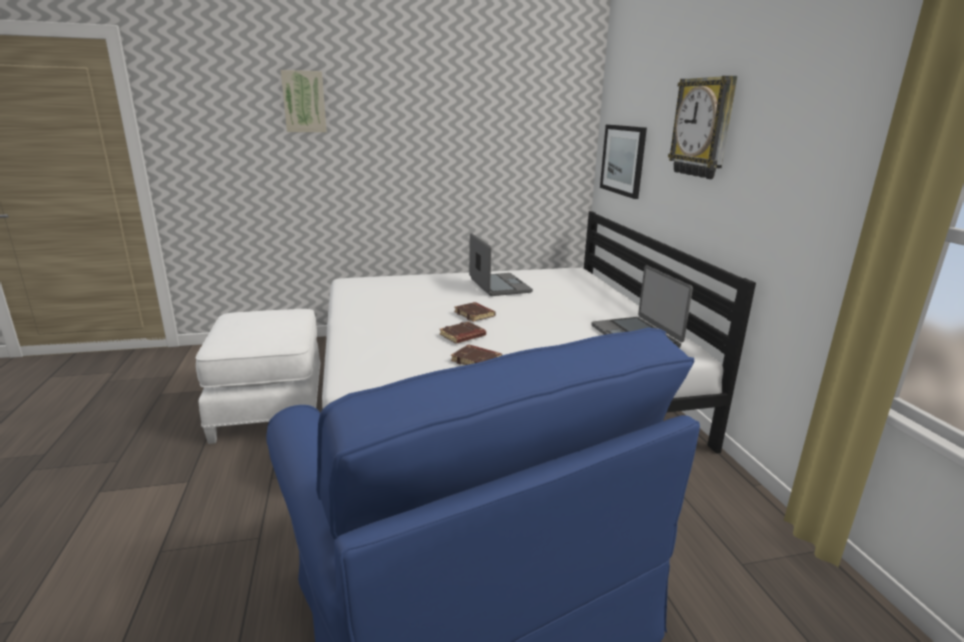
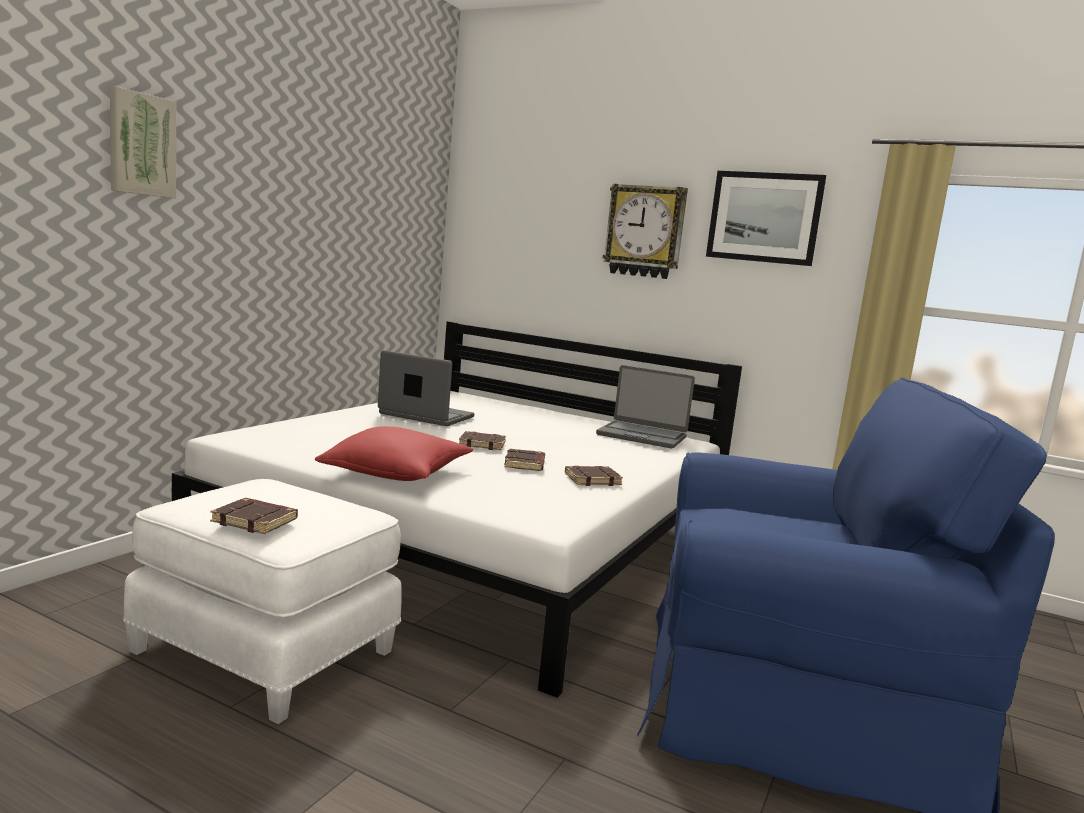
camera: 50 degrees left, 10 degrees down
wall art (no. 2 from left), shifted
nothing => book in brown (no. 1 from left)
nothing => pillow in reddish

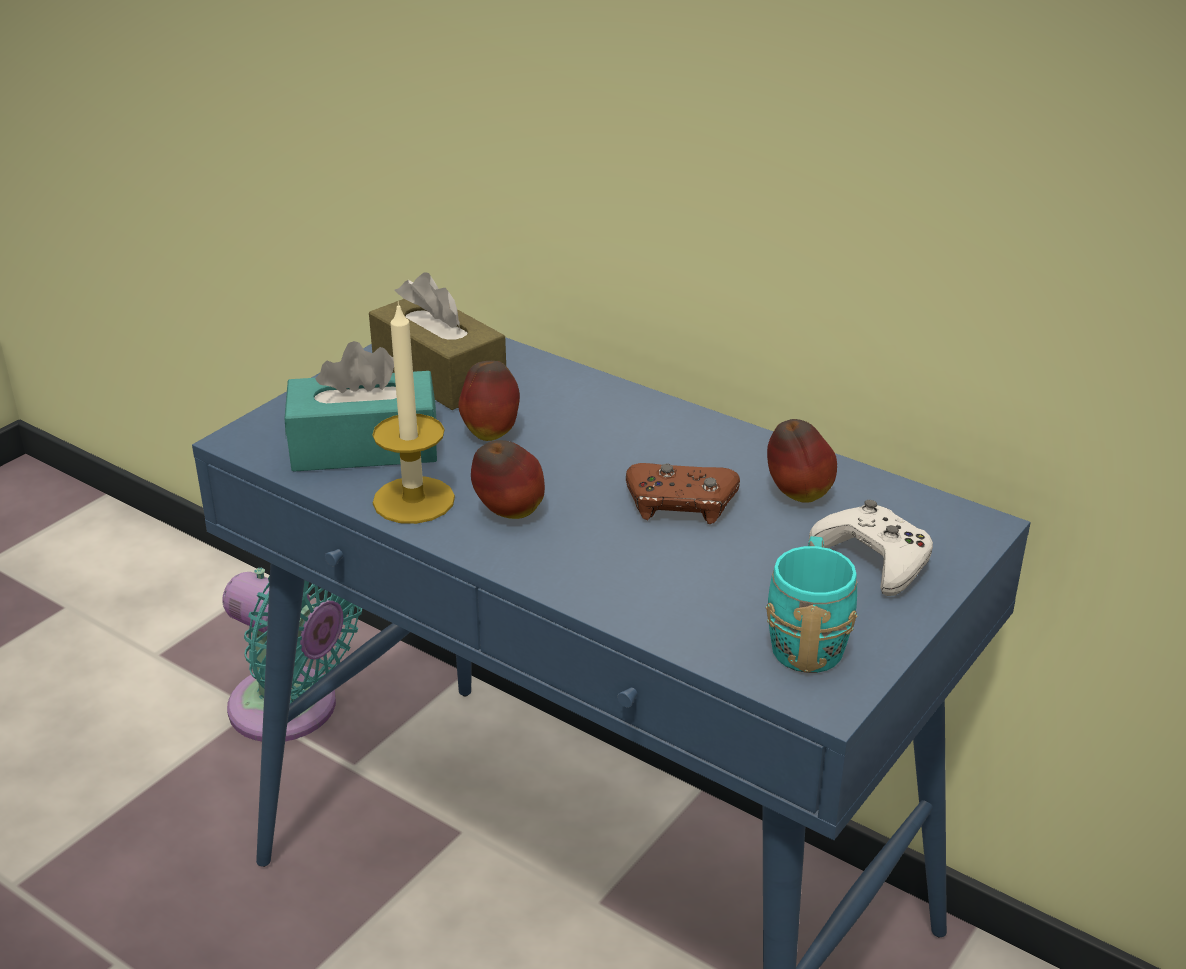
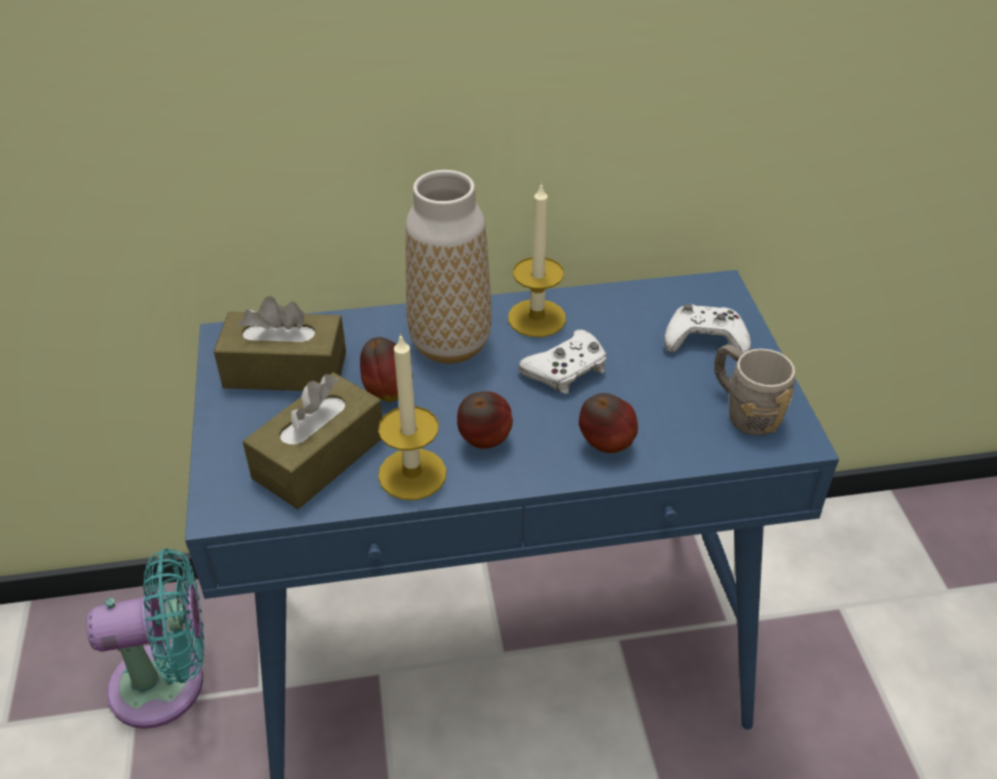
camera: 45 degrees left, 10 degrees up
tissue holder in turquoise-coloured => tissue holder in brown (no. 2 from left)
joypad in brown => joypad in white (no. 1 from left)
coffee mug in turquoise-coloured => coffee mug in greyish
apple fruit (no. 3 from left), shifted
nothing => decorative vase
nothing => candle (no. 2 from left)

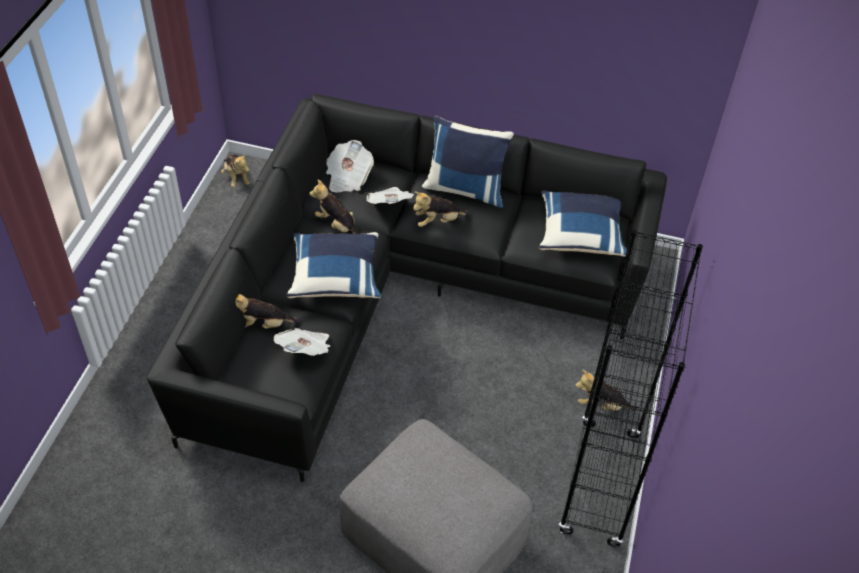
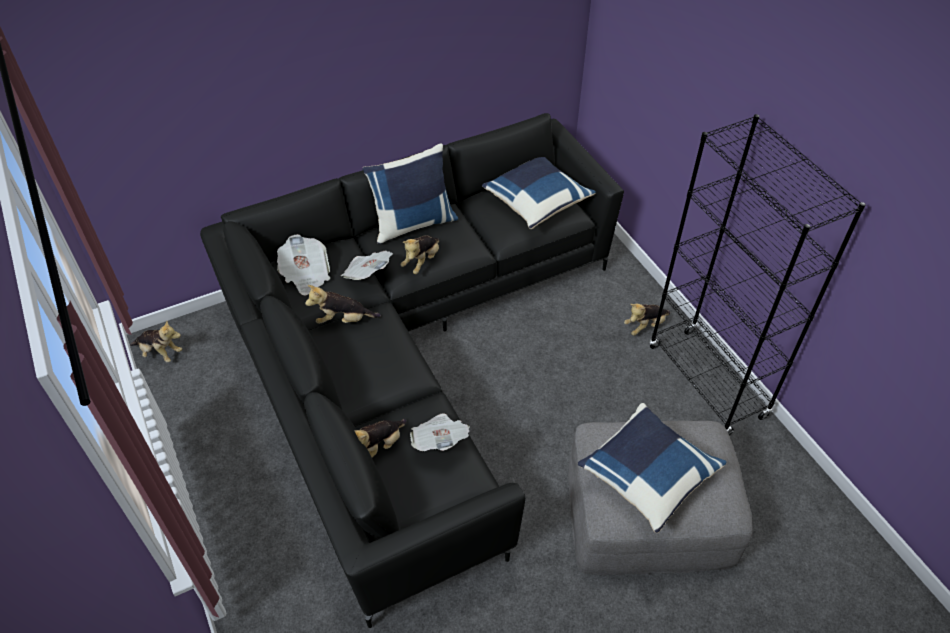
camera: 40 degrees left, 0 degrees up
pillow in blue (no. 1 from left in the first image) => pillow in blue (no. 3 from left), shifted

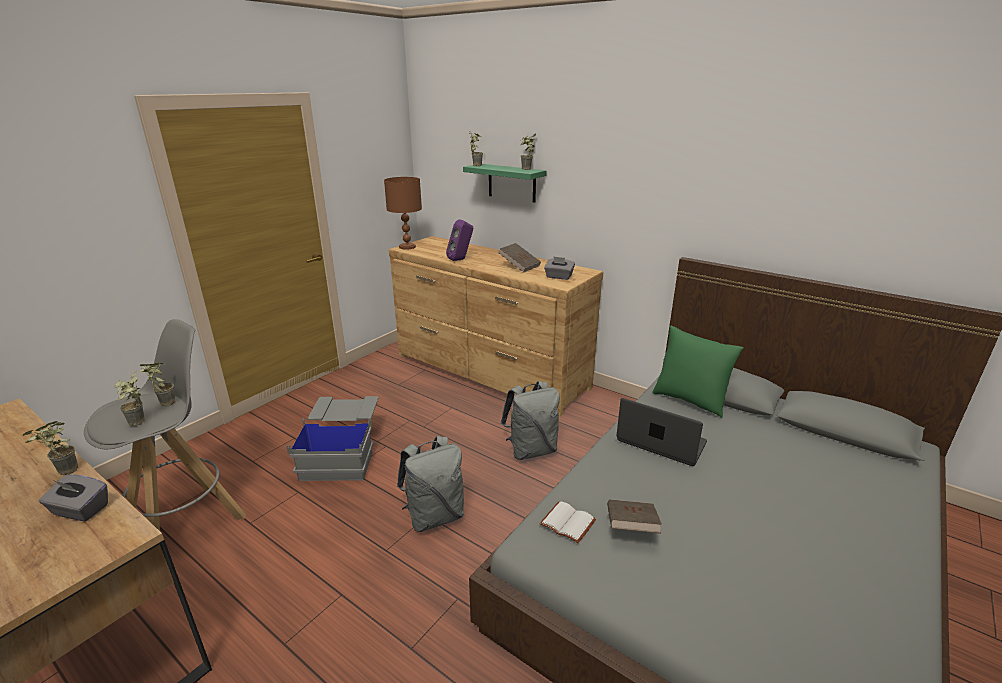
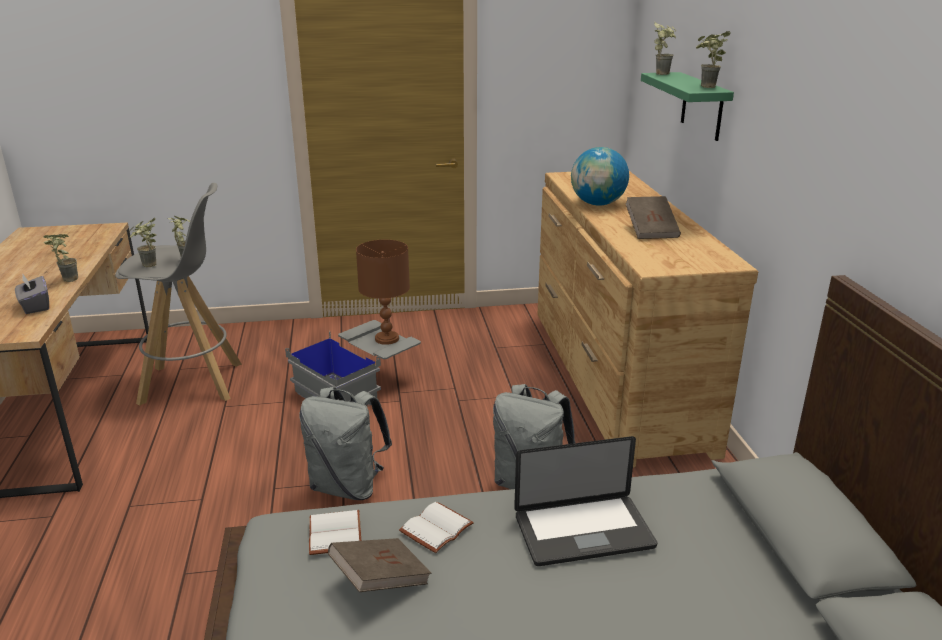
camera: 45 degrees right, 0 degrees up
table lamp in brown, shifted
loudspeaker in purplish => globe
tissue holder in greyish (no. 2 from left) => nothing
portable computer, 90 degrees clockwise
pillow in green-coloured => nothing
nothing => book in white (no. 2 from left)

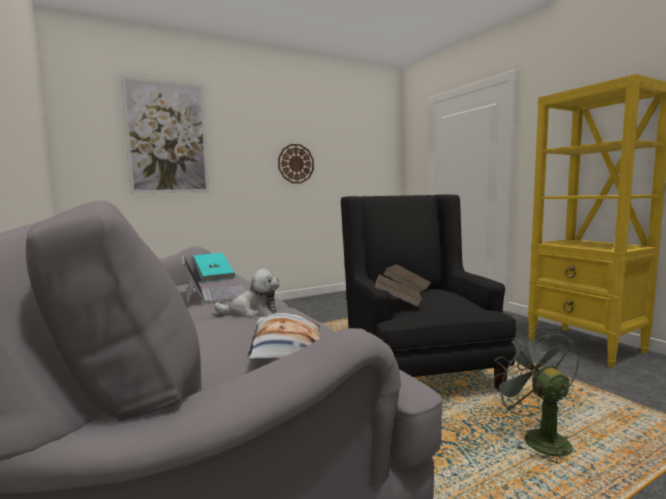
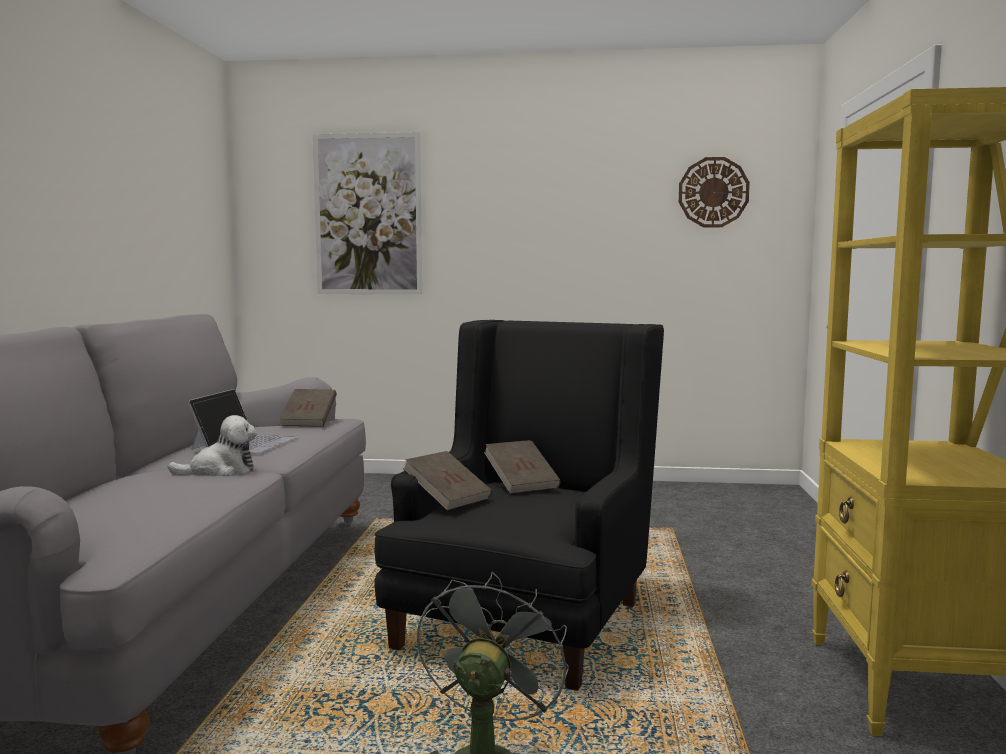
camera: 35 degrees right, 0 degrees up
book in turquoise-coloured => book in brown (no. 1 from left)
cuddly toy, 60 degrees counterclockwise
pillow => nothing
wall clock, shifted

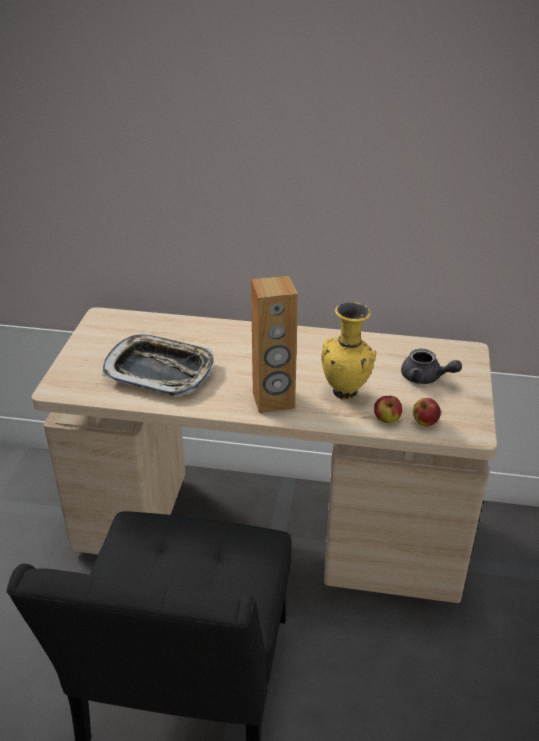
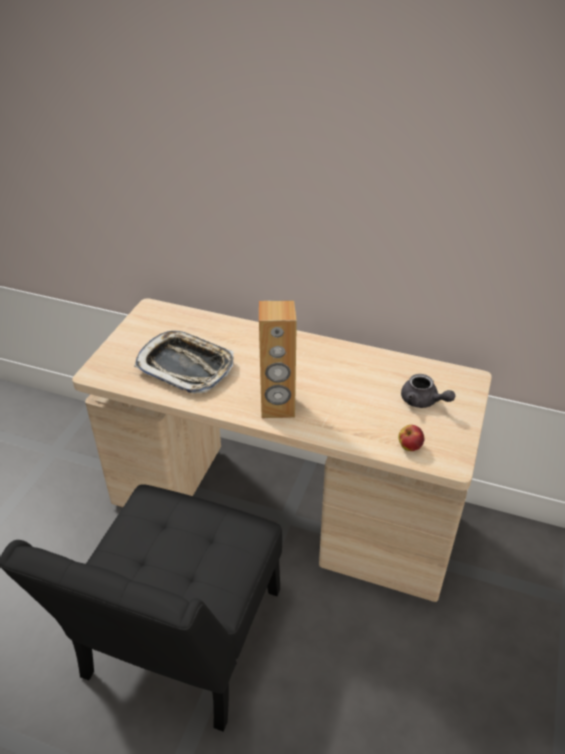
camera: 10 degrees right, 5 degrees up
decorative vase in yellow => nothing
apple fruit (no. 1 from left) => nothing

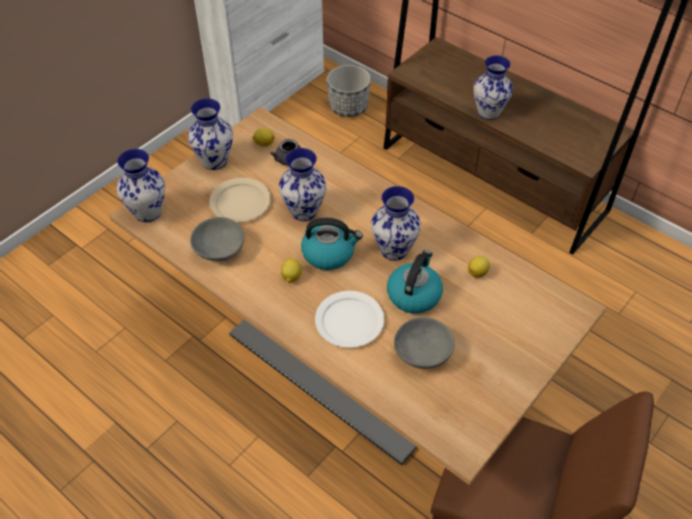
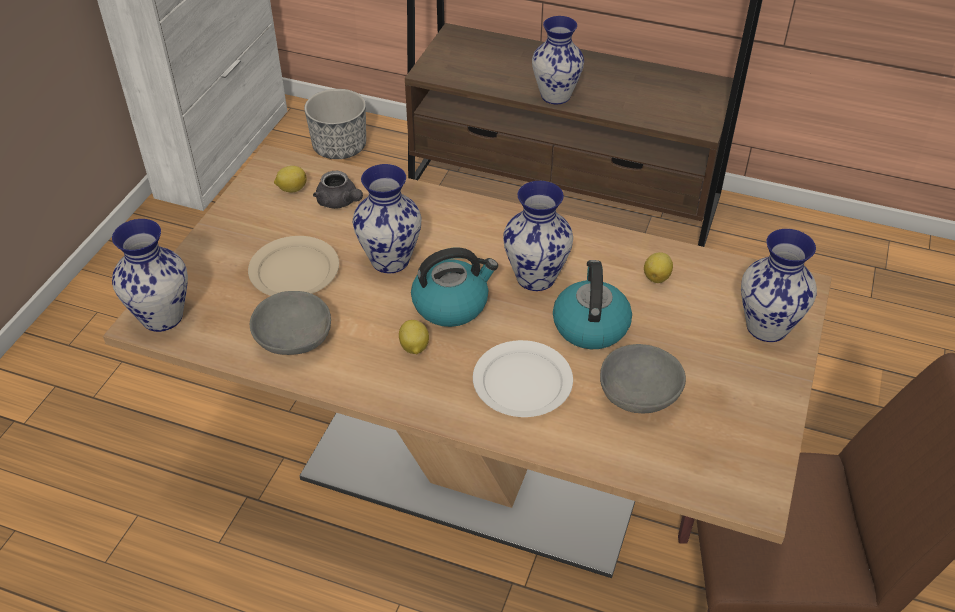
camera: 20 degrees left, 5 degrees down
decorative vase (no. 2 from left in the first image) => decorative vase (no. 5 from left), shifted

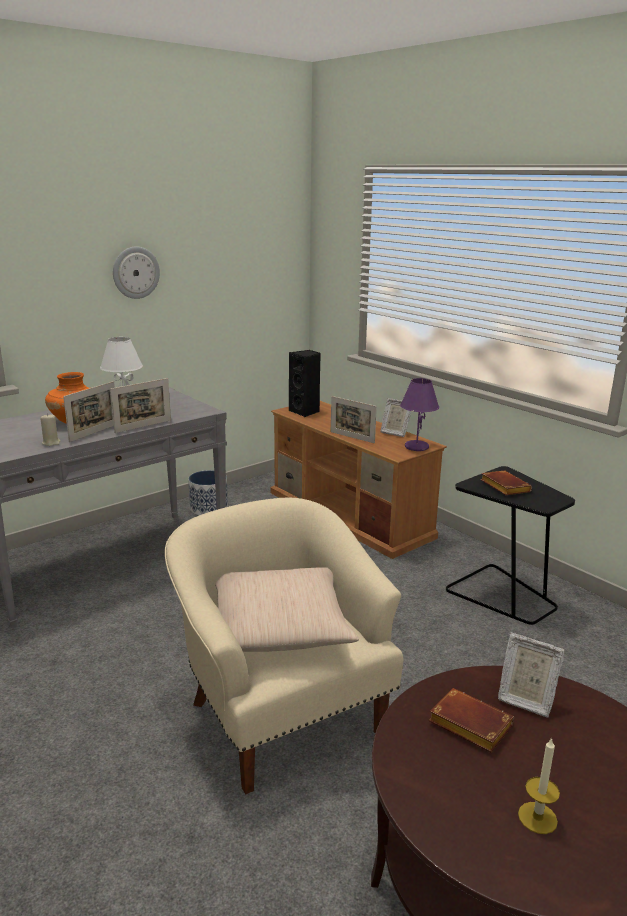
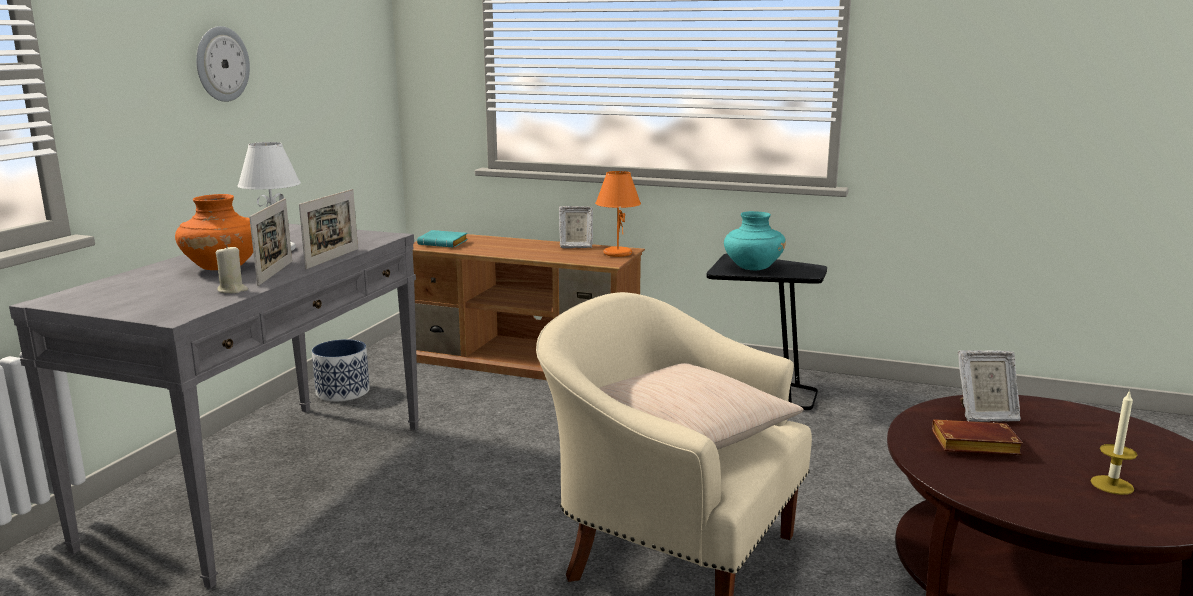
camera: 30 degrees left, 5 degrees down
loudspeaker in black-coloured => book in turquoise-coloured
photo frame (no. 3 from left) => nothing
table lamp in purplish => table lamp in orangey
book in brown (no. 2 from left) => decorative vase in turquoise-coloured

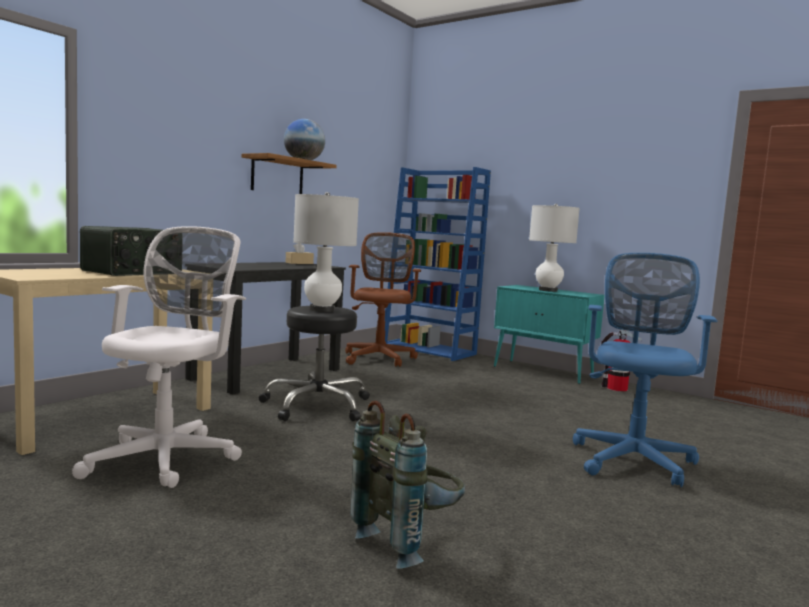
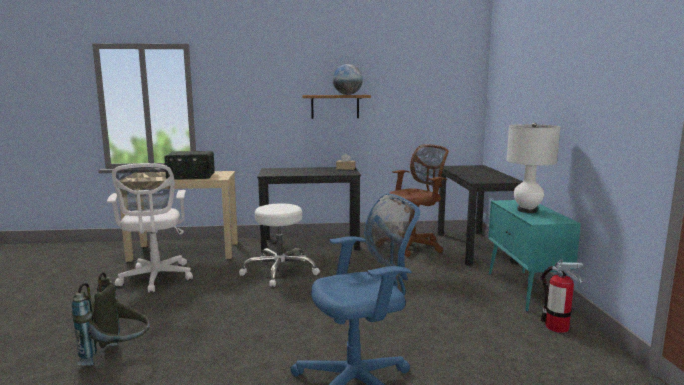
camera: 50 degrees right, 5 degrees up
desk chair in white, 105 degrees clockwise
stool seat in black-coloured => stool seat in white
table lamp in white (no. 1 from left) => nothing
bookcase in blue => desk in black-coloured (no. 2 from left)

